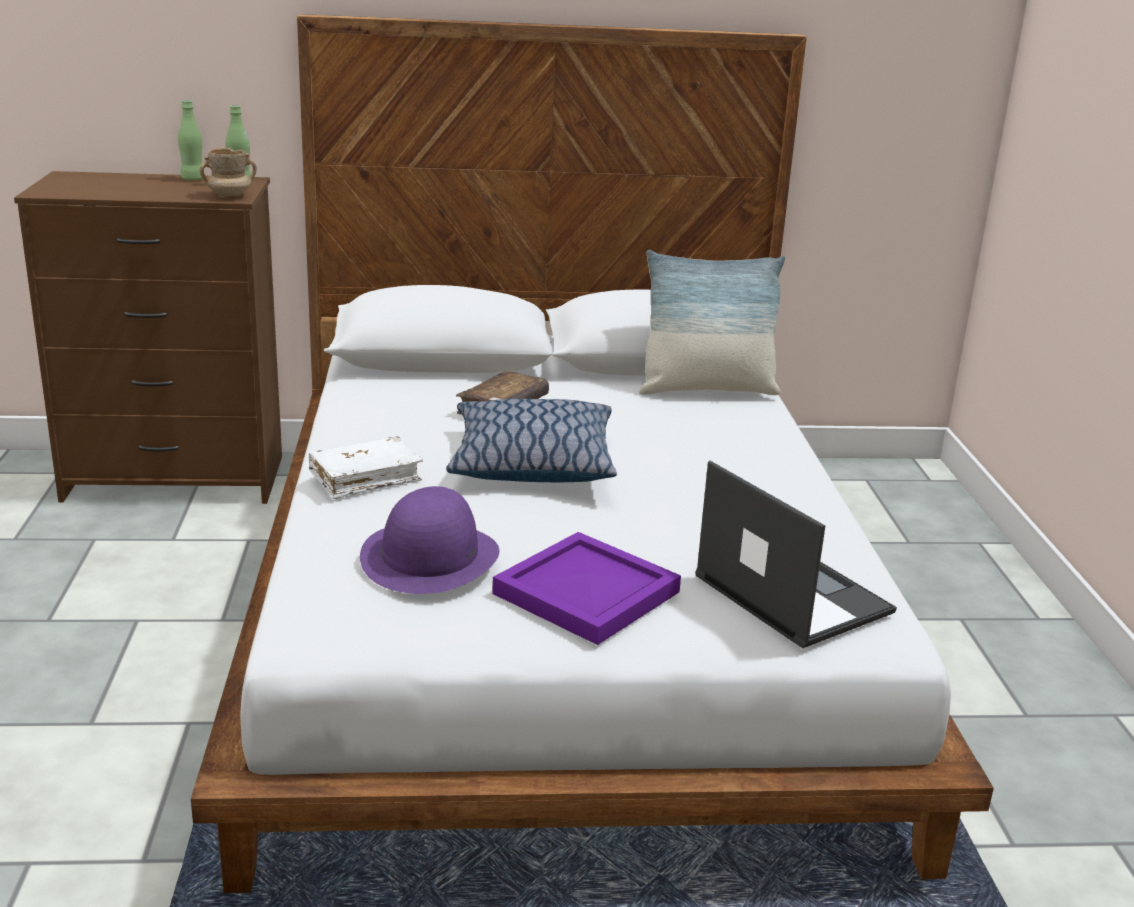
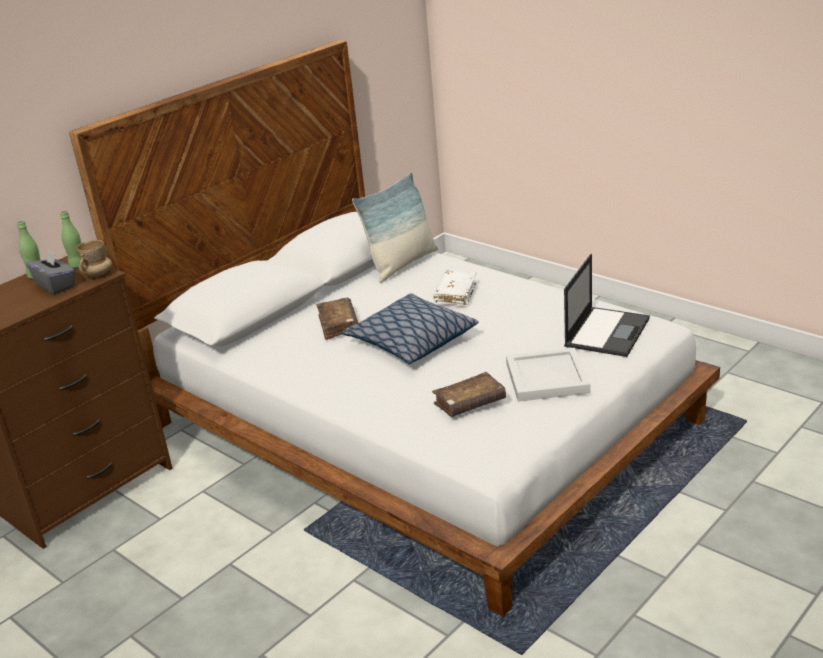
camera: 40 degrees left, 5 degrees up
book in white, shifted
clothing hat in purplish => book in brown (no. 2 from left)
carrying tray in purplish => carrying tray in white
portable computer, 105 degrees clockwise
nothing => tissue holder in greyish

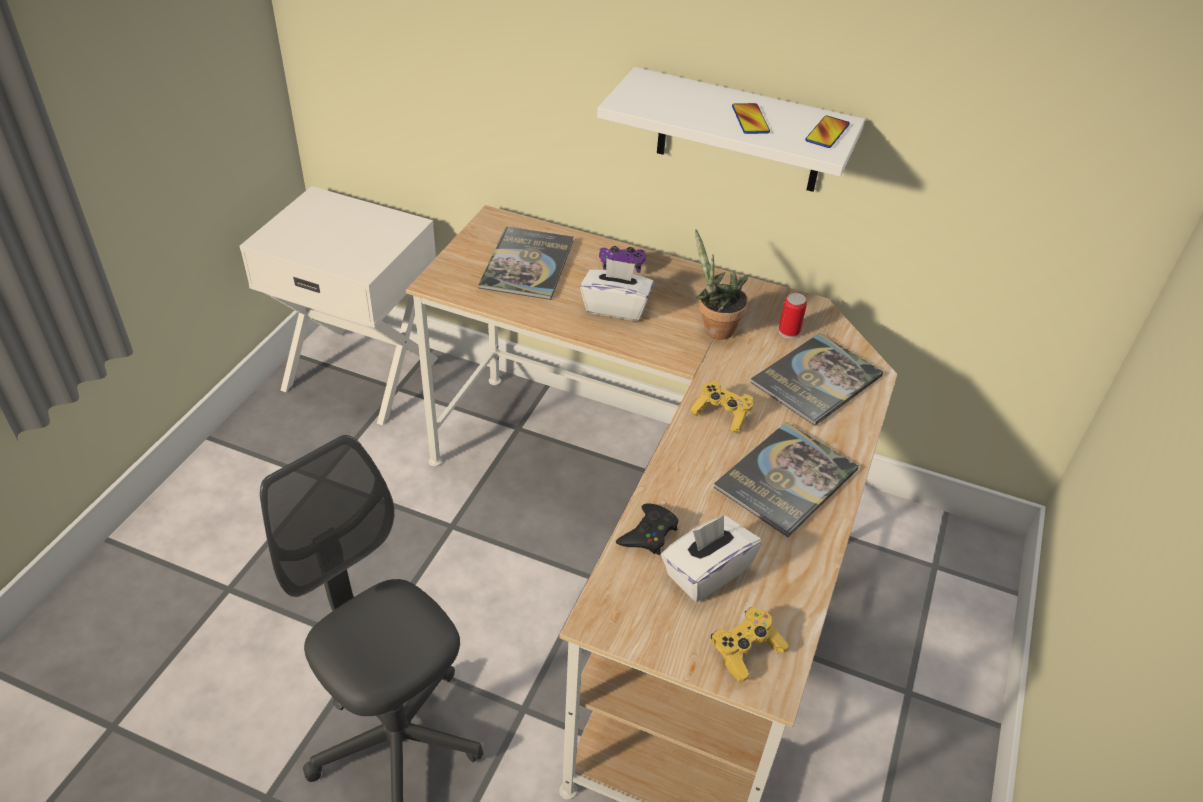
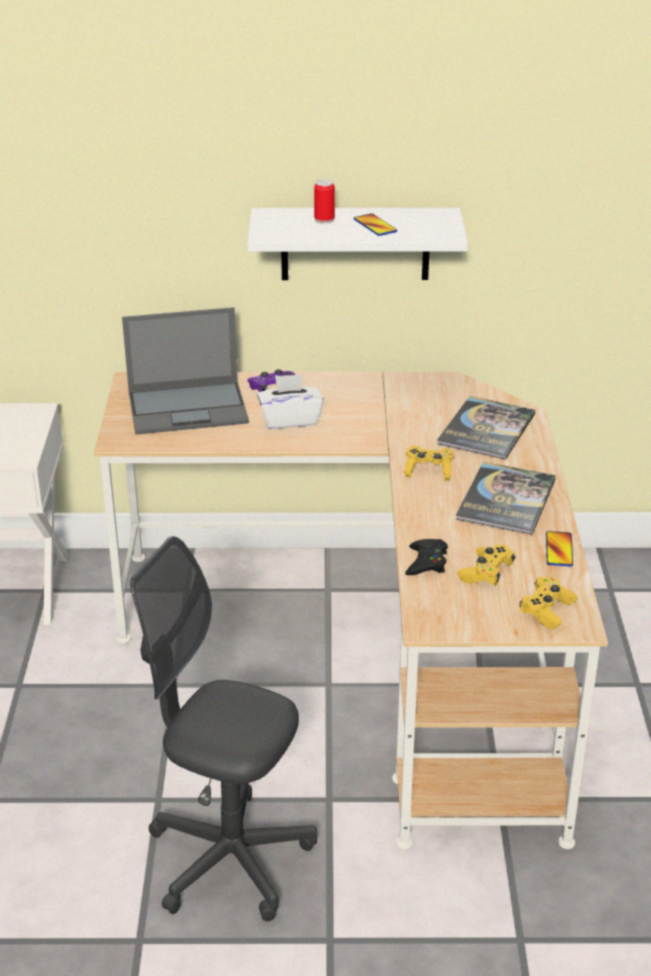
camera: 20 degrees left, 10 degrees down
book (no. 1 from left) => portable computer
tissue holder in white (no. 2 from left) => joypad in yellow (no. 2 from left)
houseplant => nothing
metal can, shifted
handset (no. 2 from left), shifted

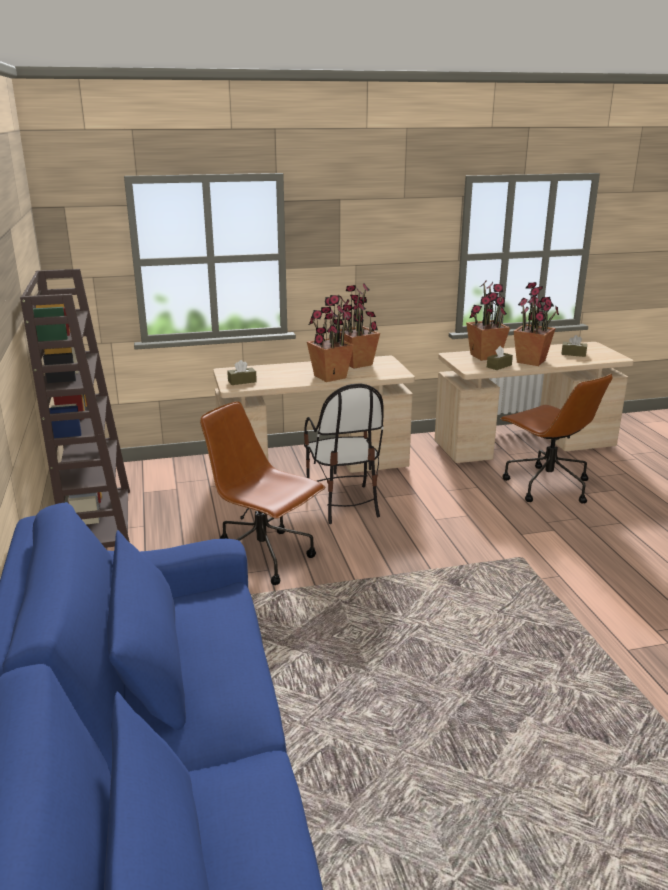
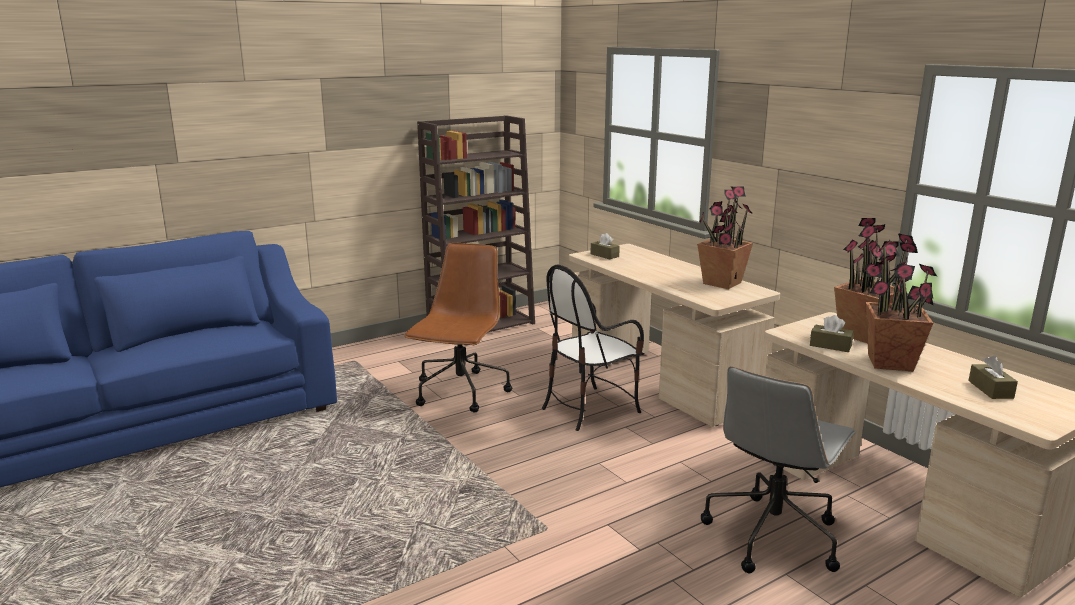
camera: 70 degrees right, 5 degrees down
houseplant (no. 1 from left) => nothing
desk chair in brown (no. 2 from left) => desk chair in greyish

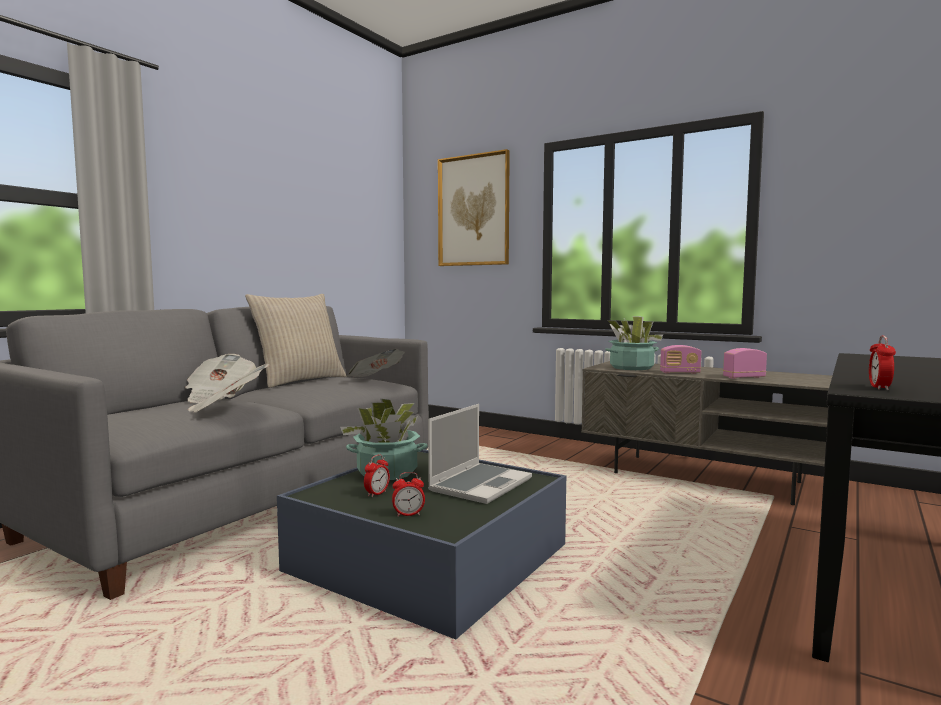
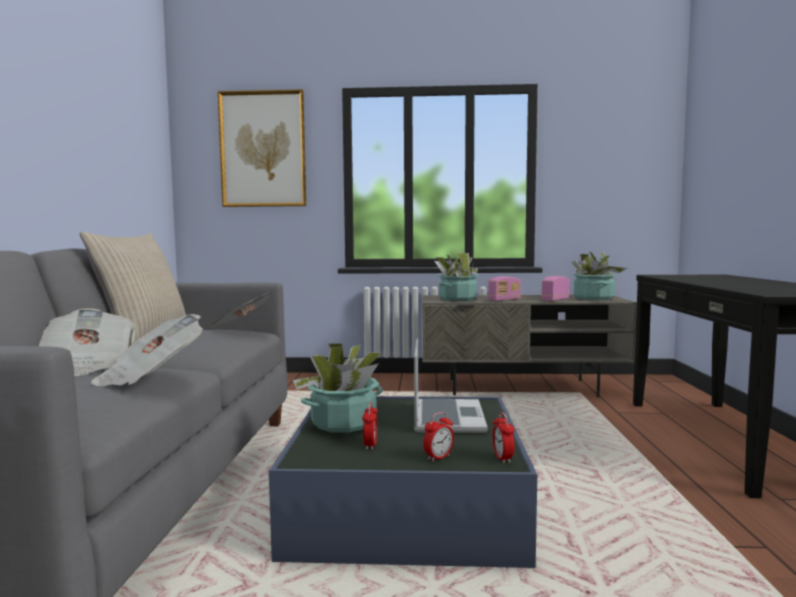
camera: 30 degrees left, 0 degrees up
bedside clock (no. 3 from left), shifted
nothing => houseplant (no. 3 from left)

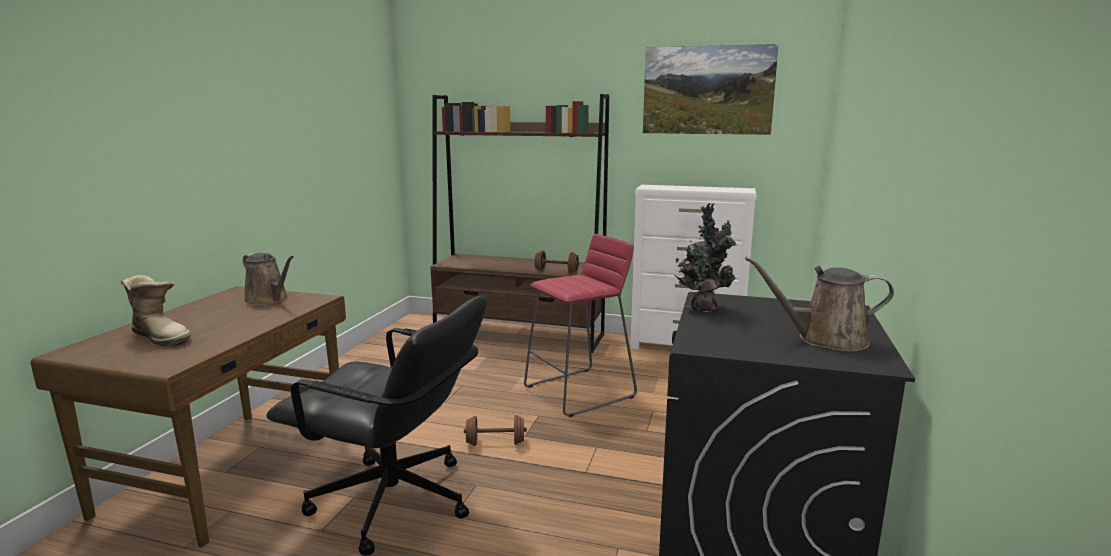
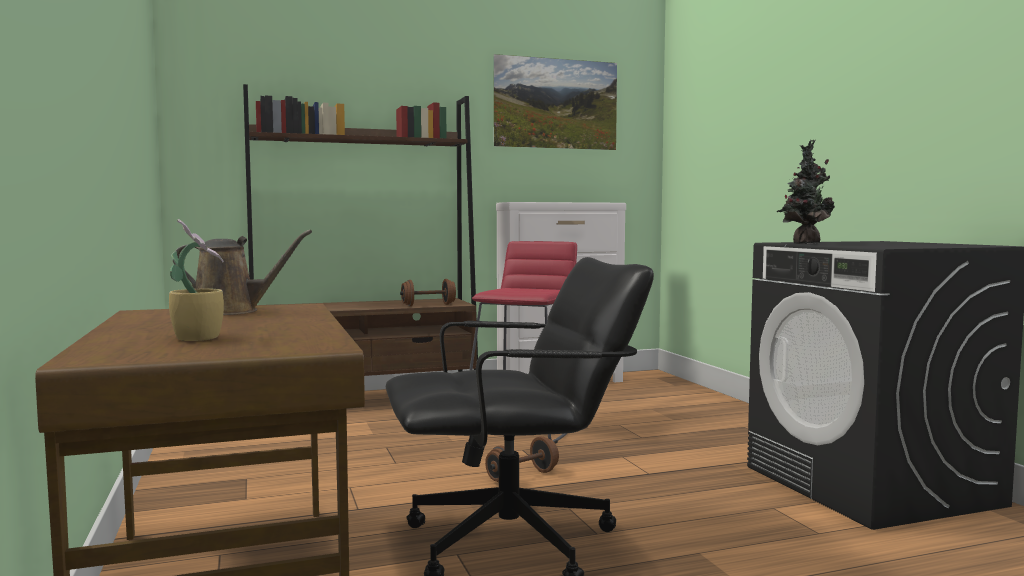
camera: 35 degrees left, 10 degrees down
high-top boot => houseplant (no. 1 from left)
watering can in brown (no. 2 from left) => nothing

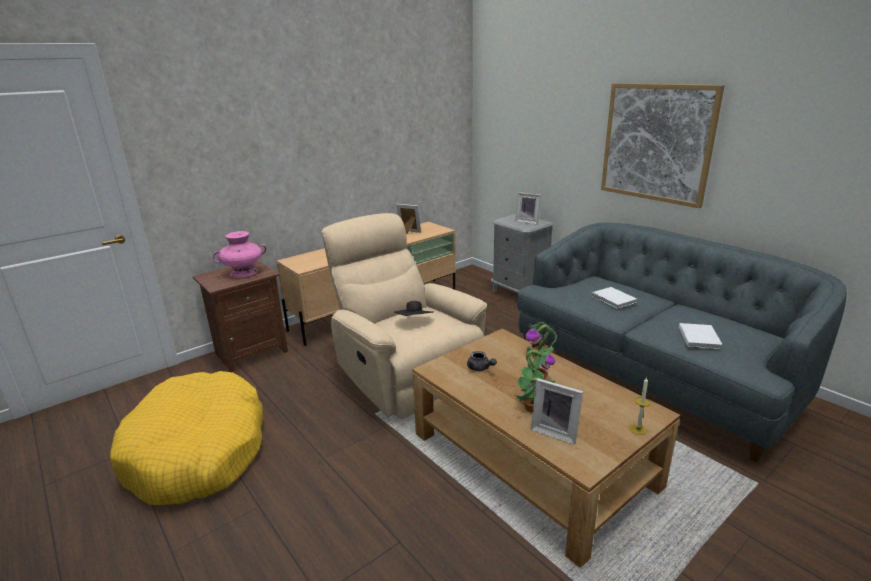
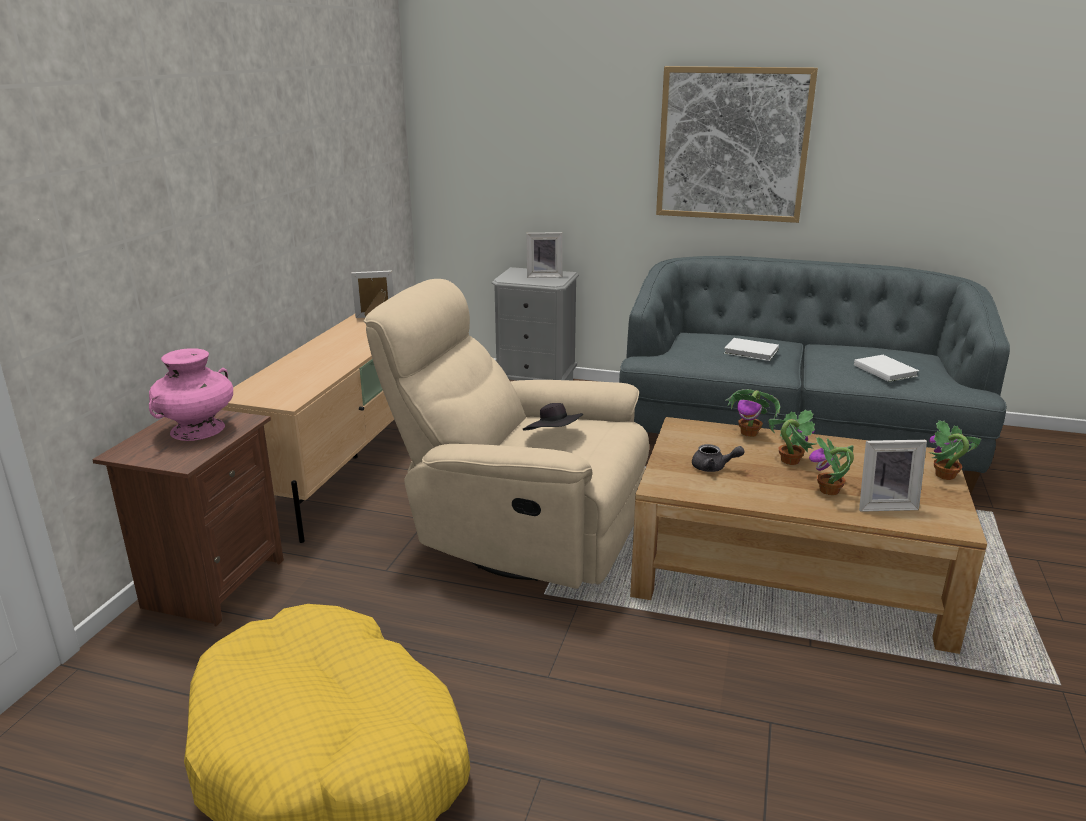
camera: 35 degrees left, 0 degrees up
candle => houseplant (no. 4 from left)

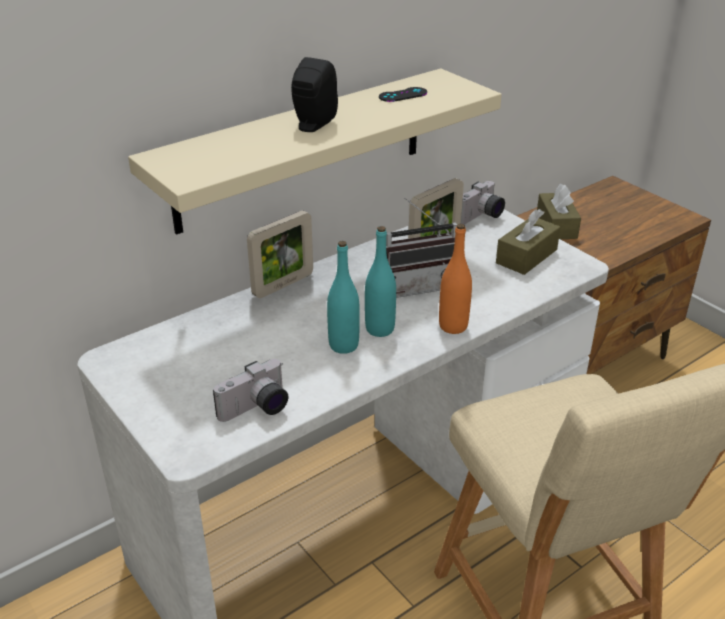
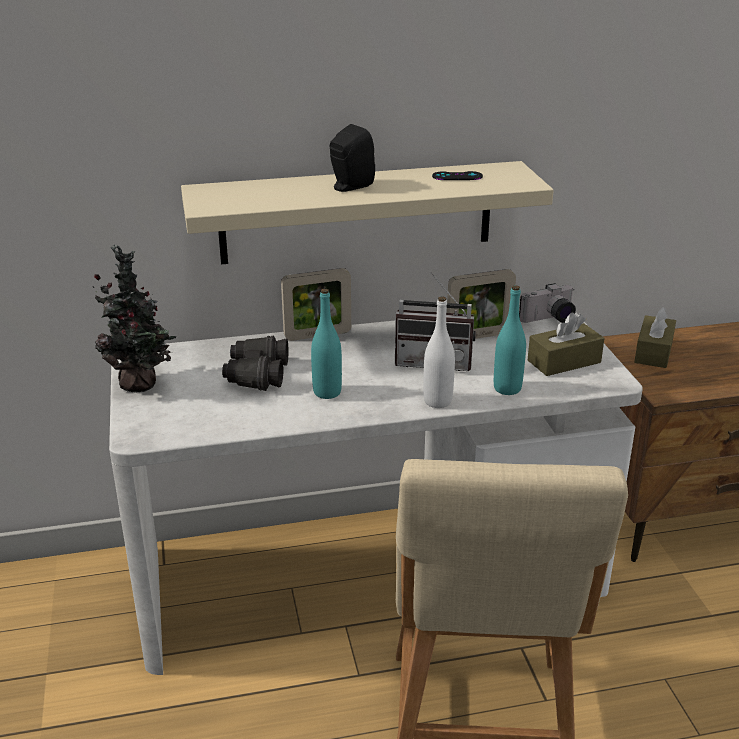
camera: 25 degrees right, 5 degrees down
photo camera (no. 1 from left) => nothing
bottle in turquoise-coloured (no. 2 from left), shifted
bottle in orangey => bottle in white
nothing => houseplant
nothing => binoculars in black-coloured

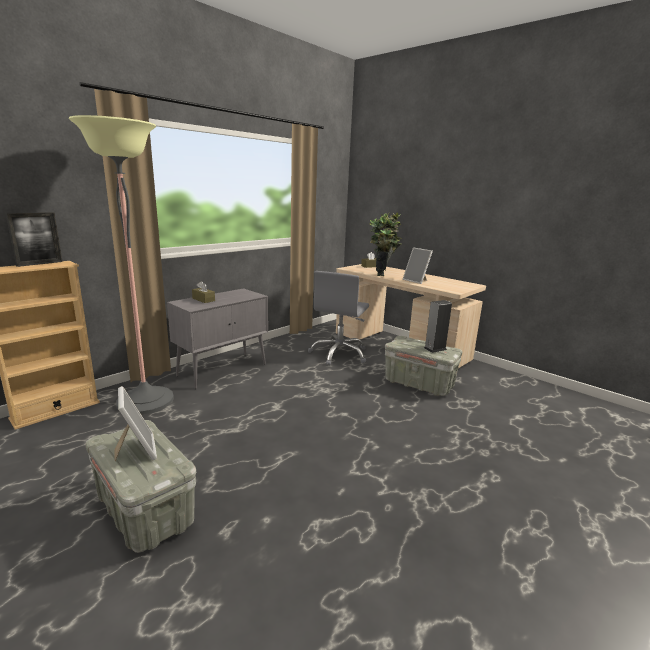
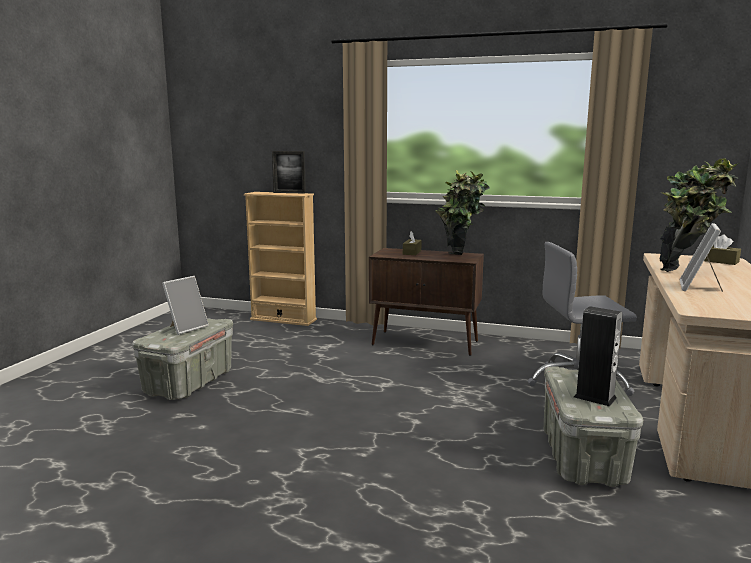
camera: 65 degrees right, 5 degrees down
standard lamp => nothing
cabinet in greyish => cabinet in brown
nothing => houseplant (no. 1 from left)

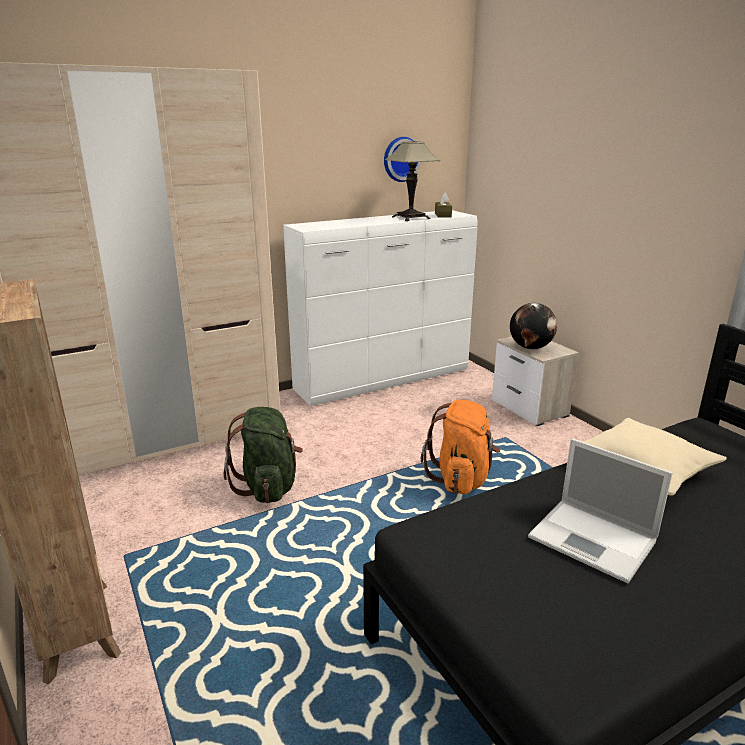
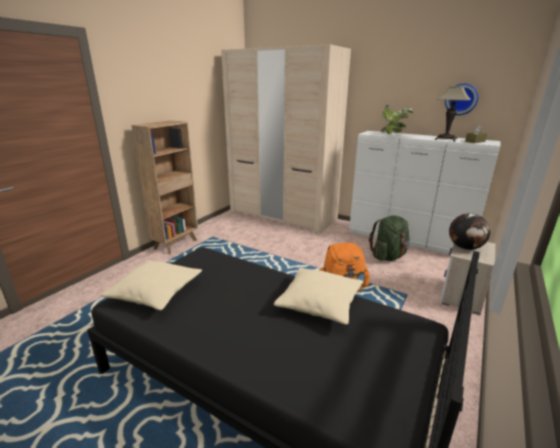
camera: 60 degrees right, 0 degrees up
backpack in green-coloured, shifted
portable computer => nothing
nothing => pillow in beige-coloured (no. 1 from left)
nothing => houseplant

